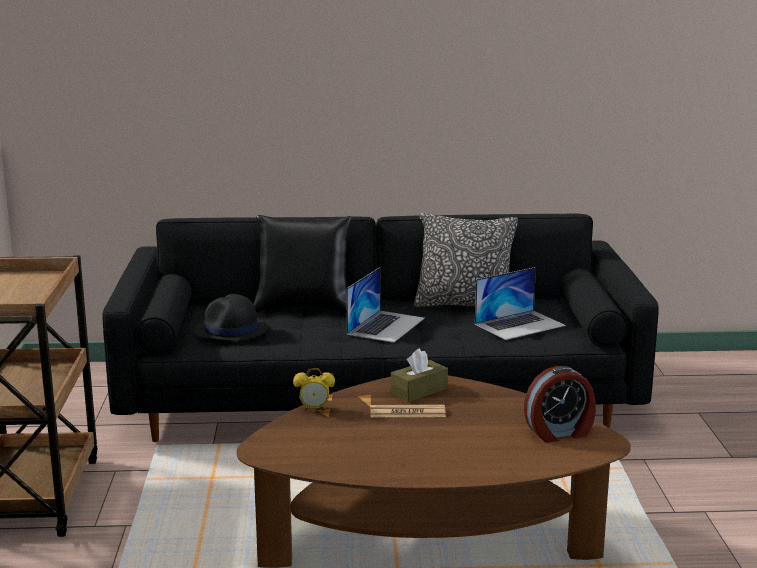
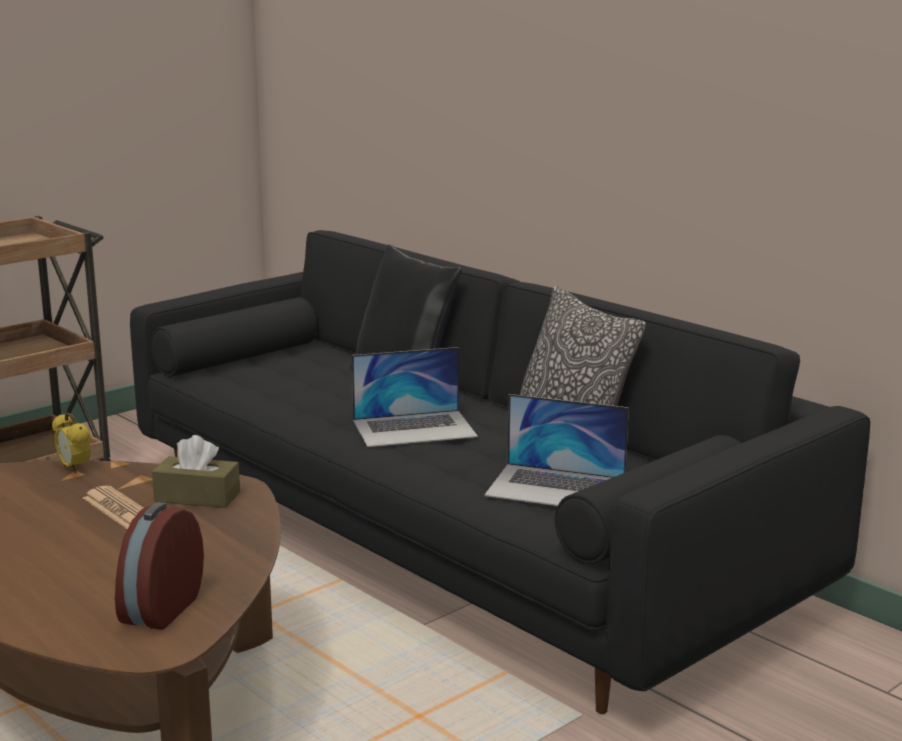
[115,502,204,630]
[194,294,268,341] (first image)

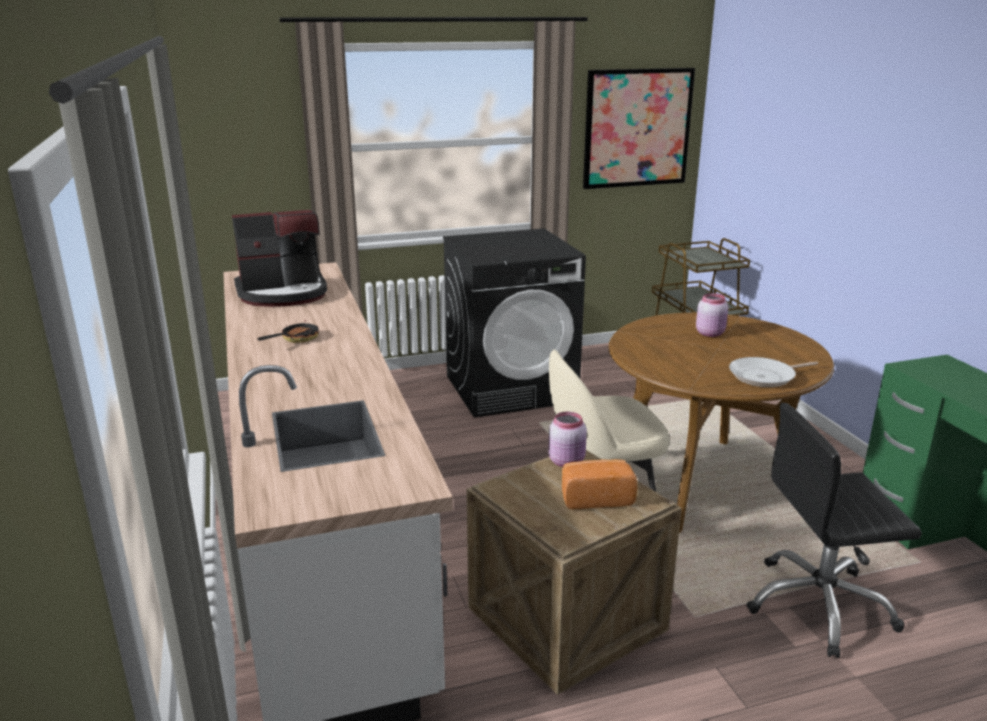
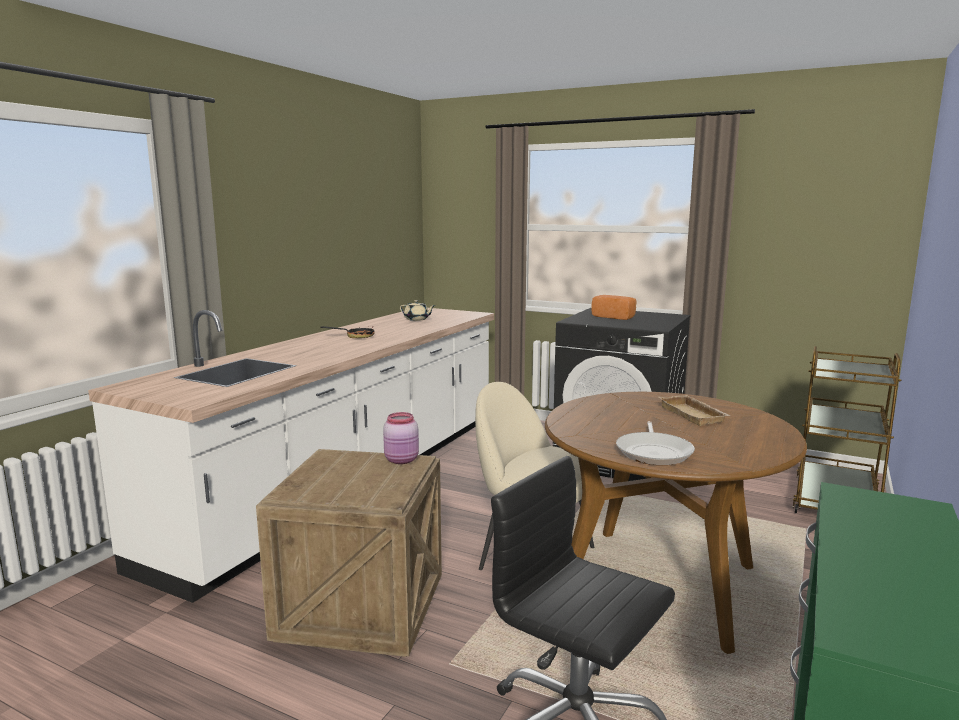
[400,300,435,321]
[591,295,636,320]
[616,421,695,465]
[659,395,731,426]
[583,68,695,189] (first image)

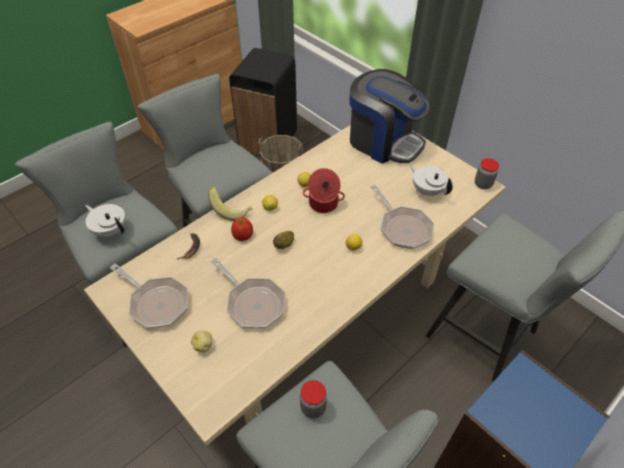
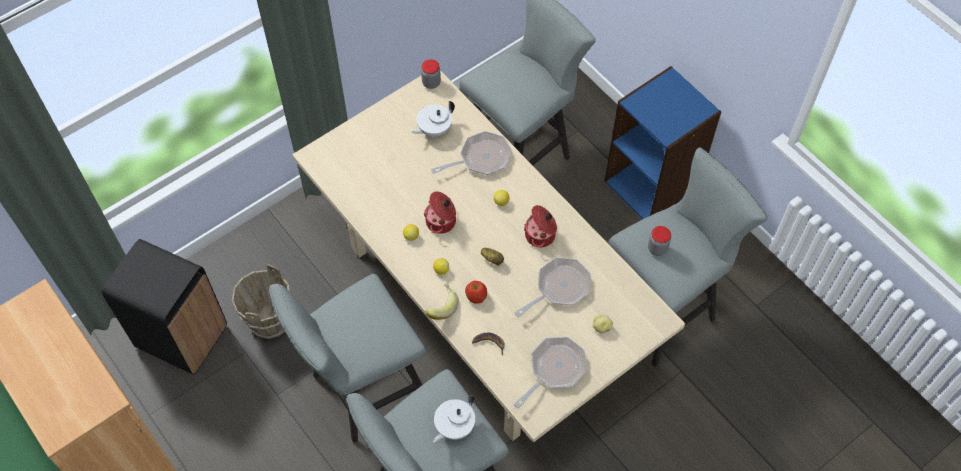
[524,205,557,247]
[350,69,430,164] (first image)

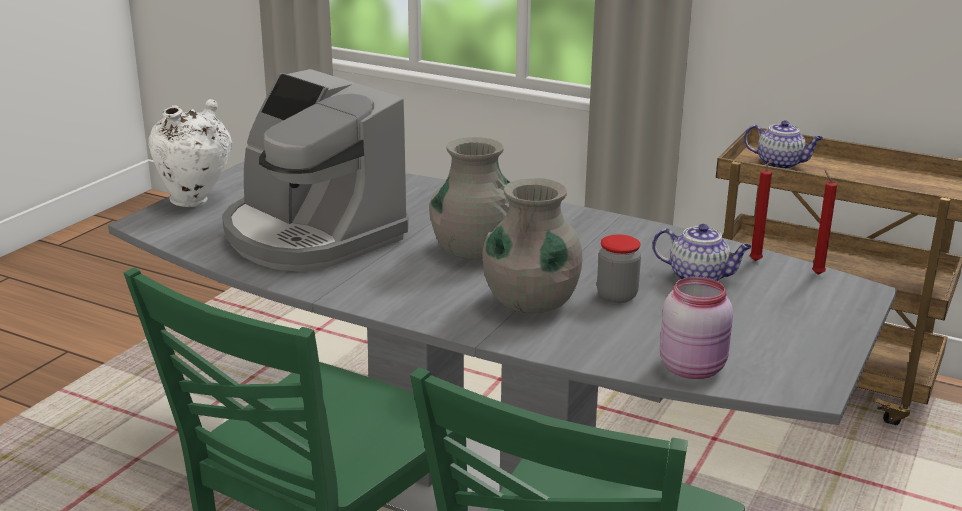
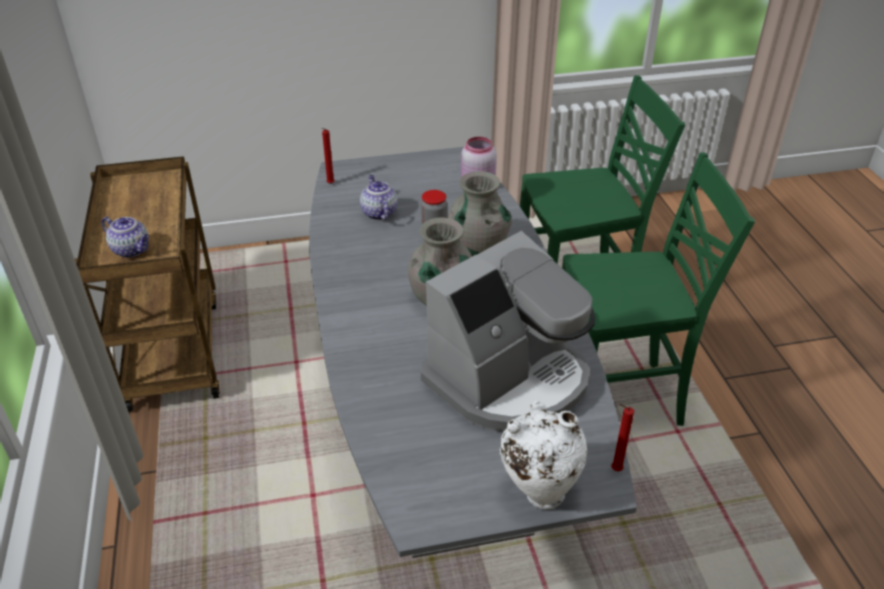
[101,217,149,258]
[421,231,595,432]
[611,404,634,471]

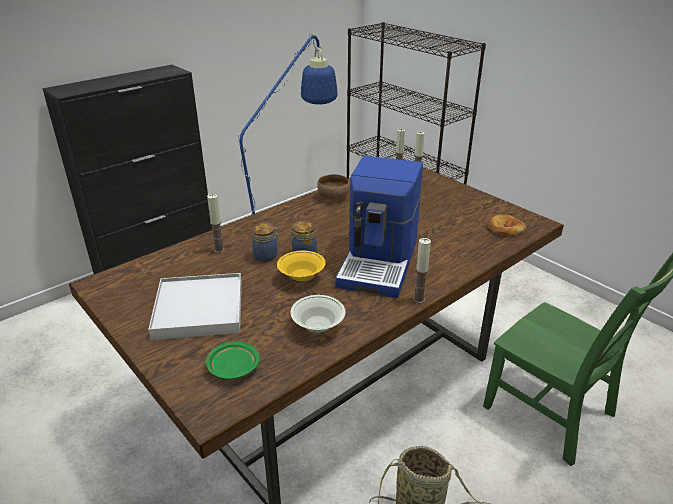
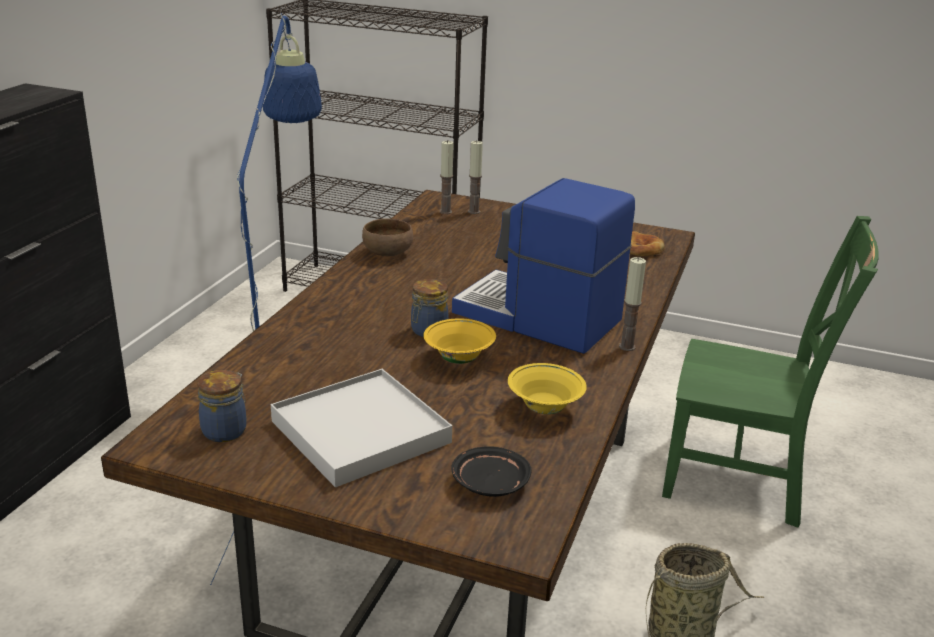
[197,370,246,442]
[451,446,532,497]
[452,178,635,354]
[508,363,587,414]
[207,194,225,253] (first image)

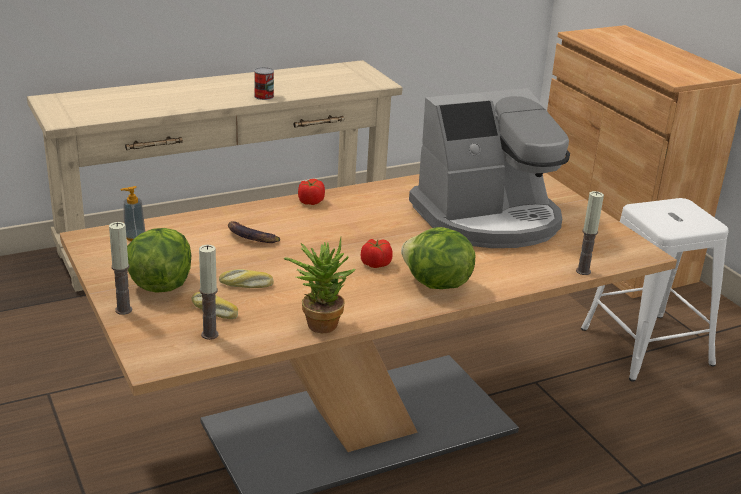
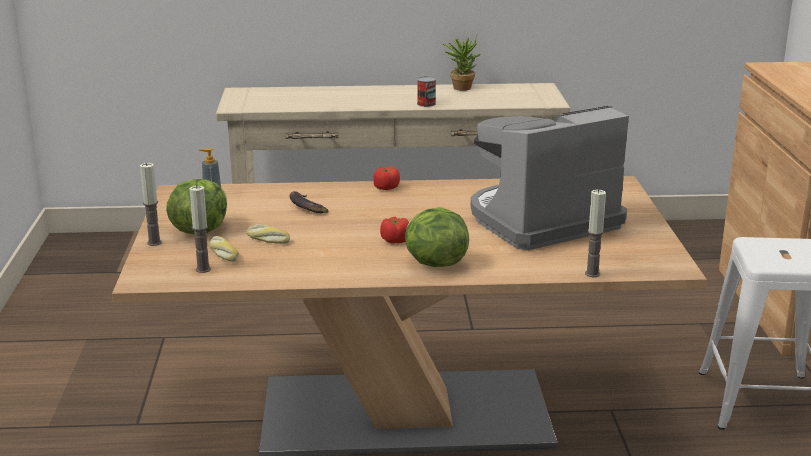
[443,36,482,91]
[471,106,629,250]

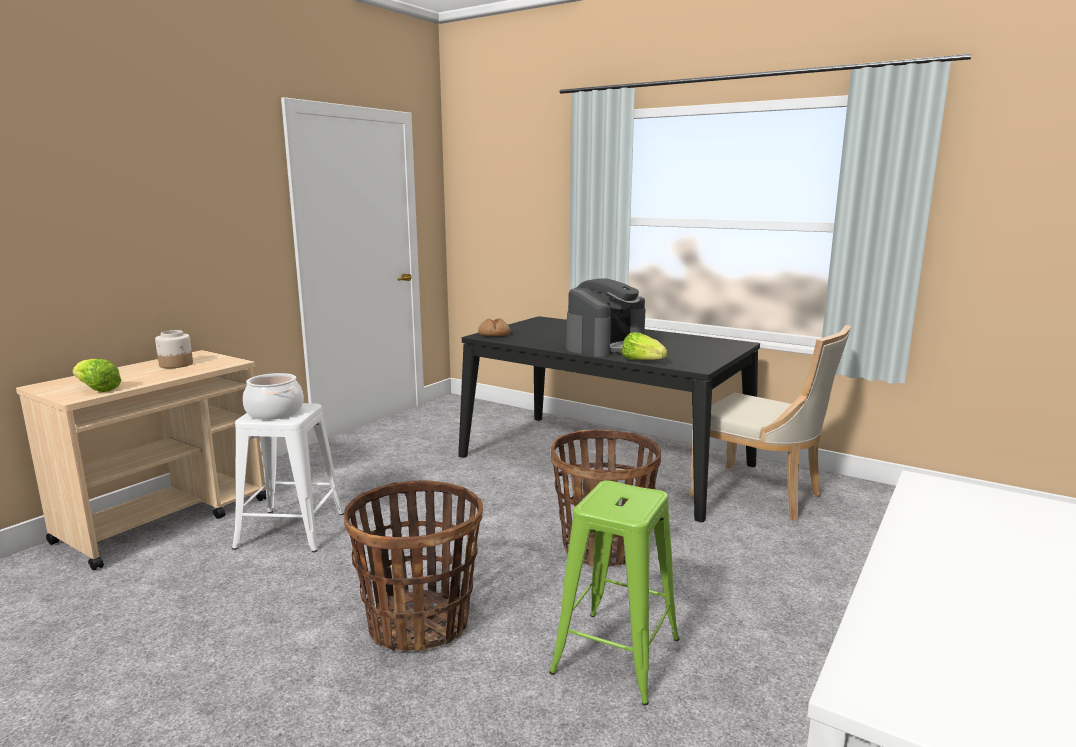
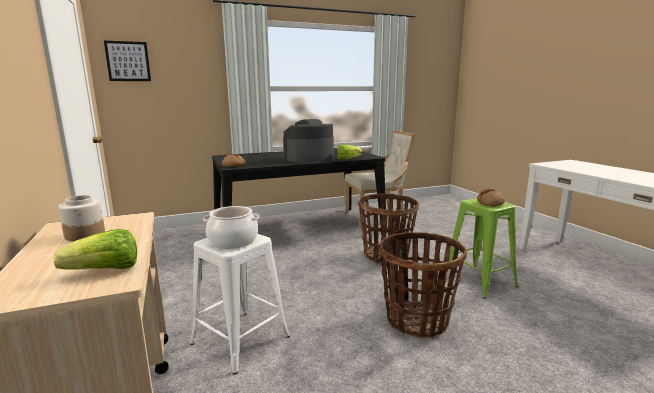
[104,41,151,81]
[283,119,334,163]
[477,189,505,207]

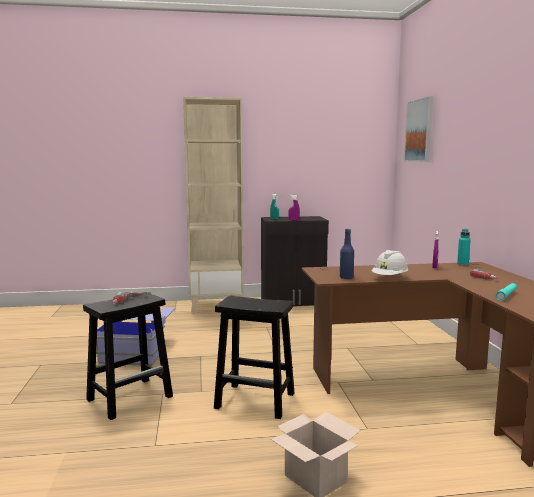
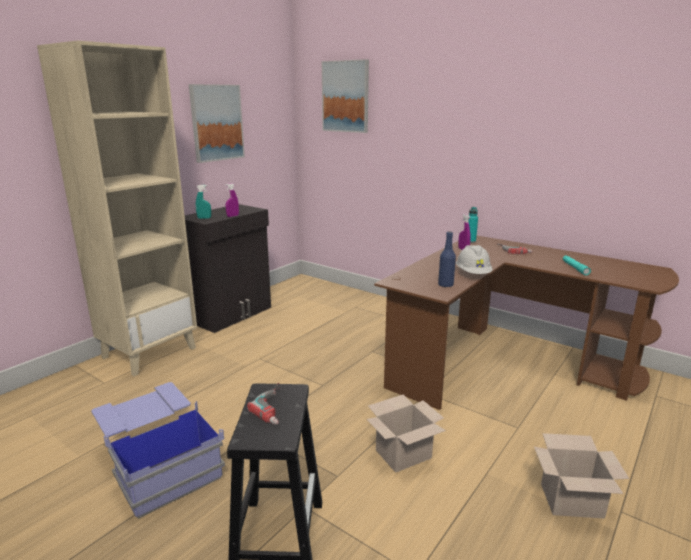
[189,84,245,163]
[367,394,446,473]

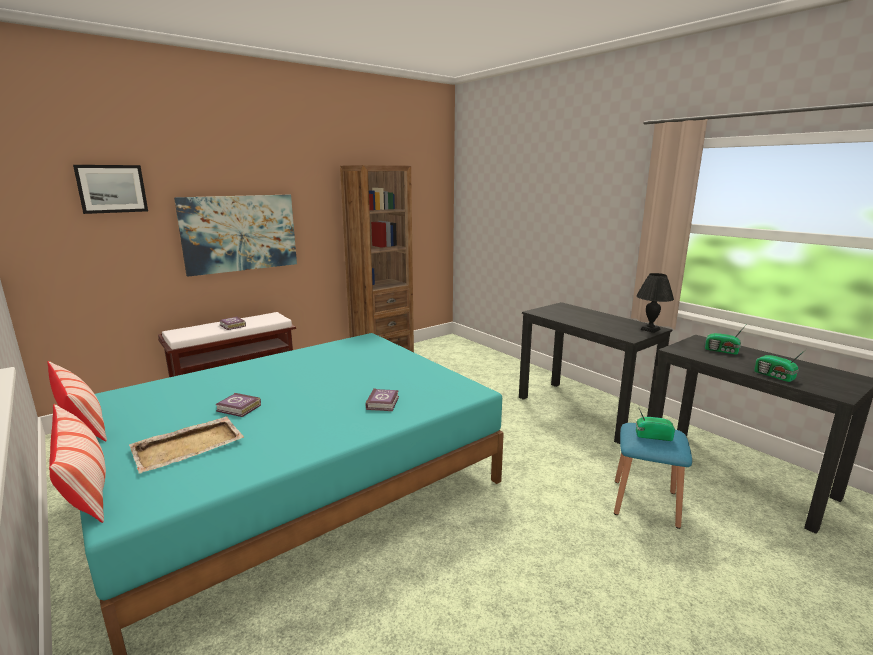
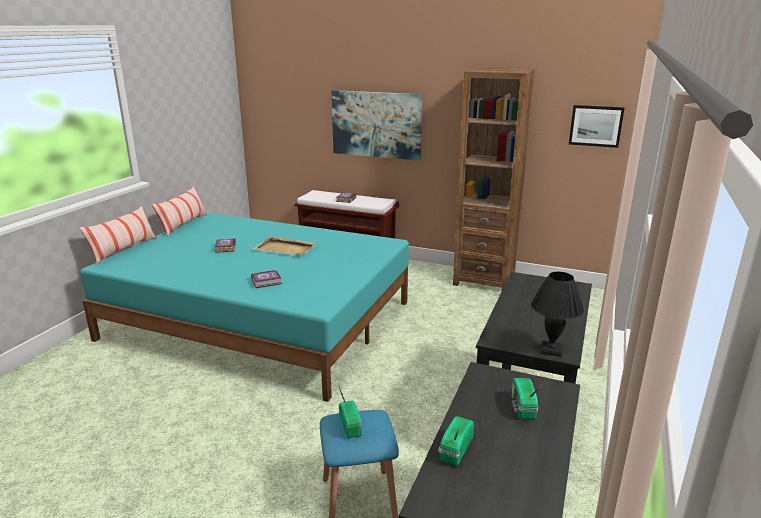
[253,237,318,255]
[569,105,625,148]

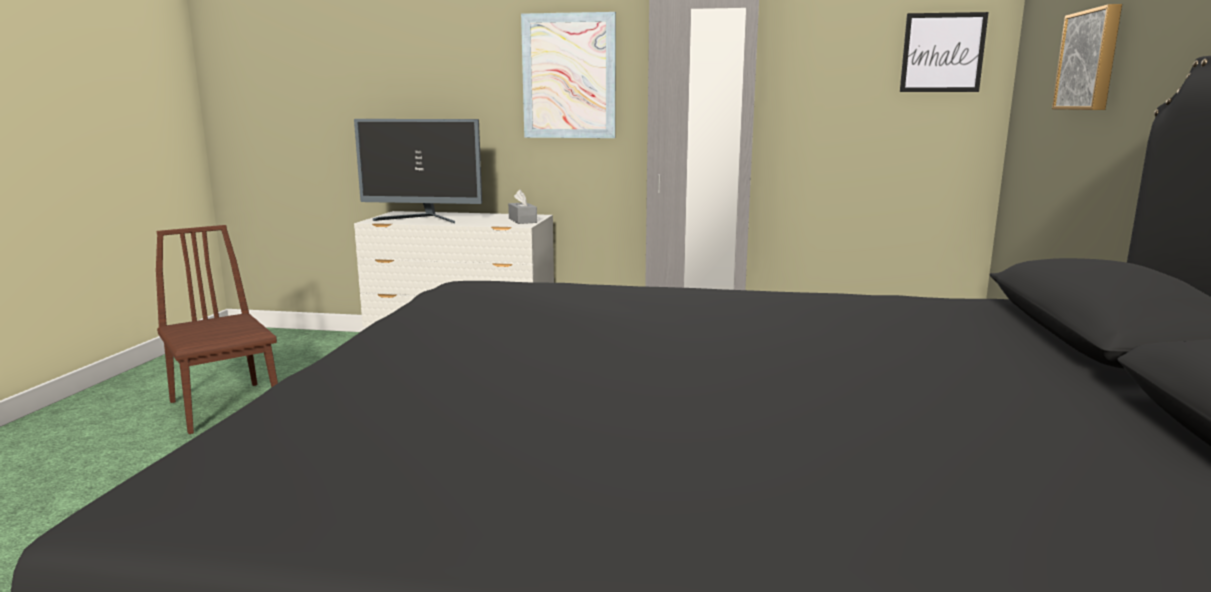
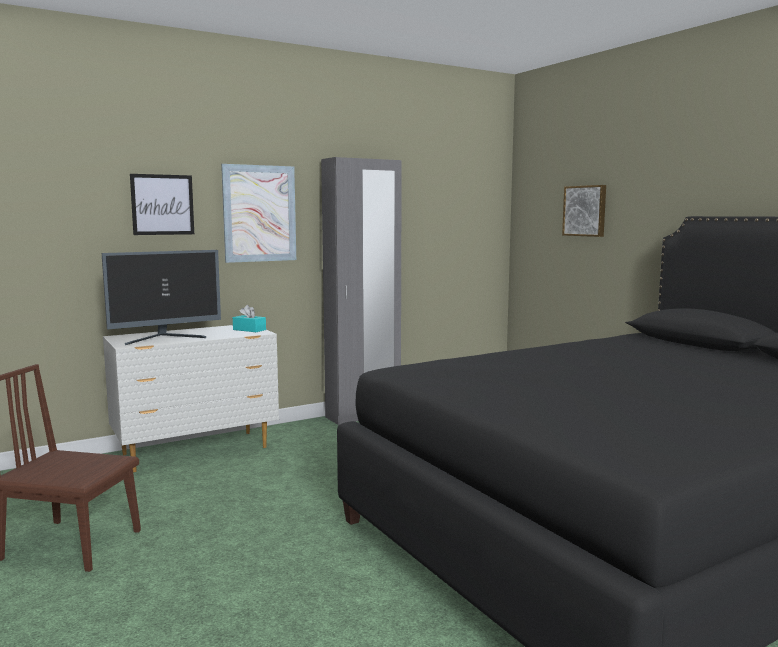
[130,174,194,235]
[233,305,266,332]

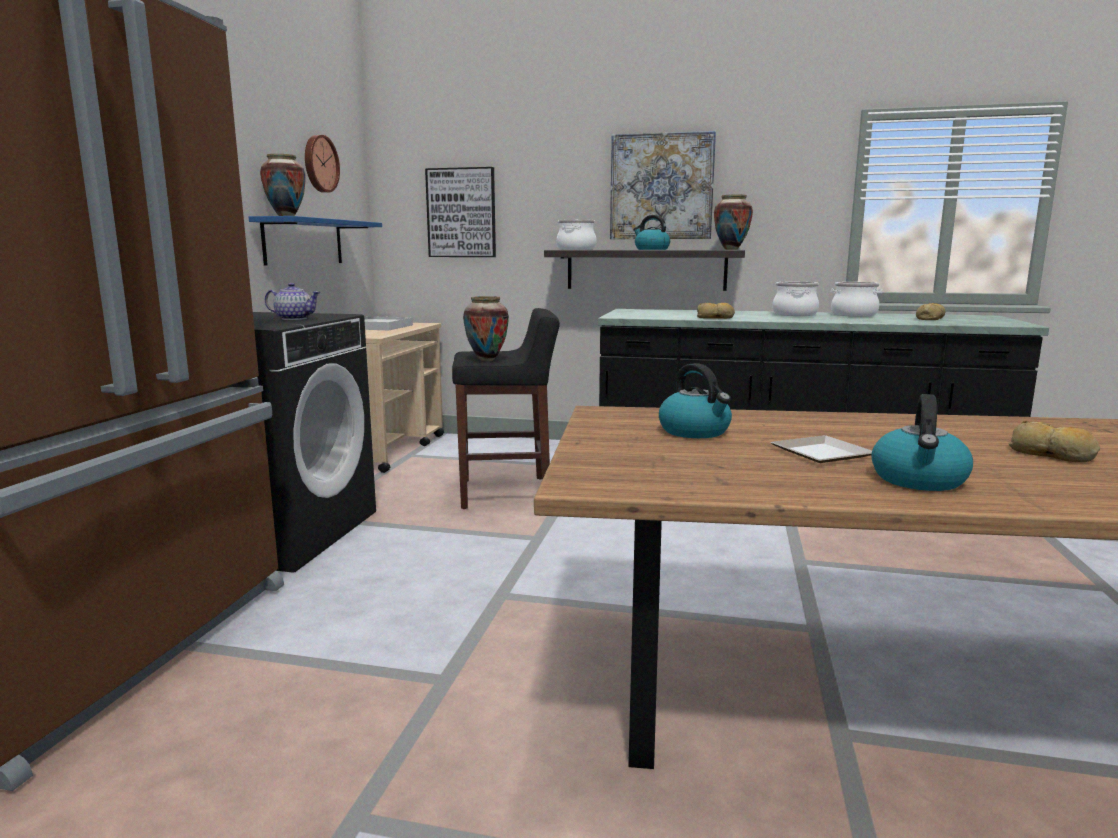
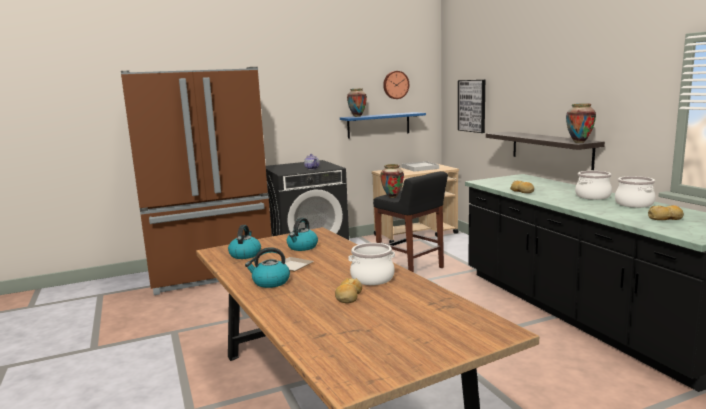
[228,225,261,259]
[348,243,395,285]
[610,131,716,239] (first image)

